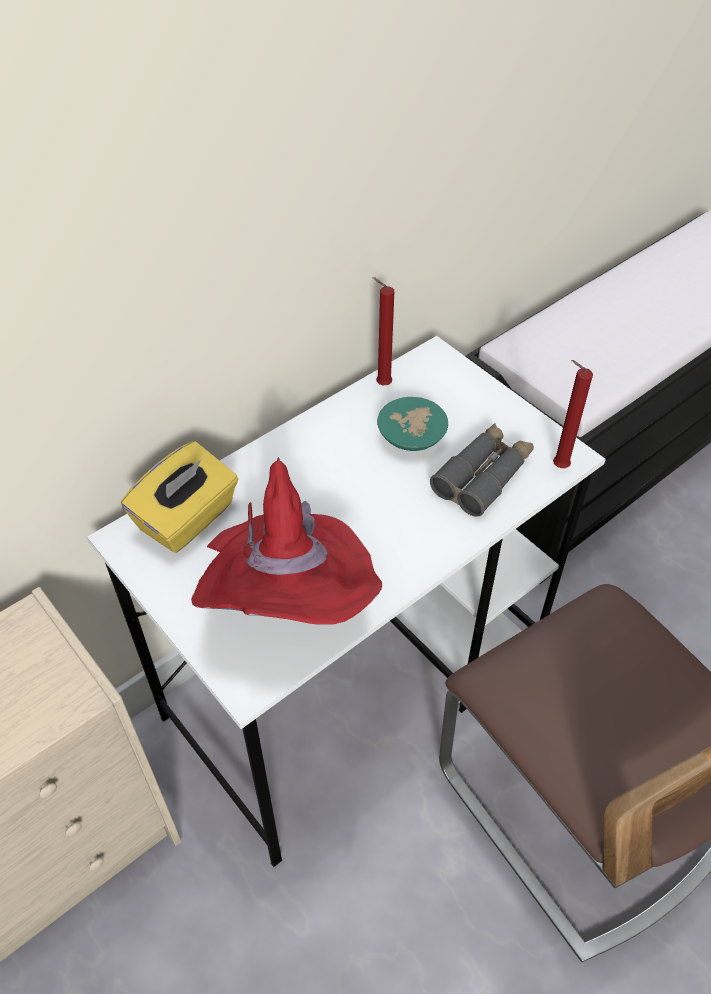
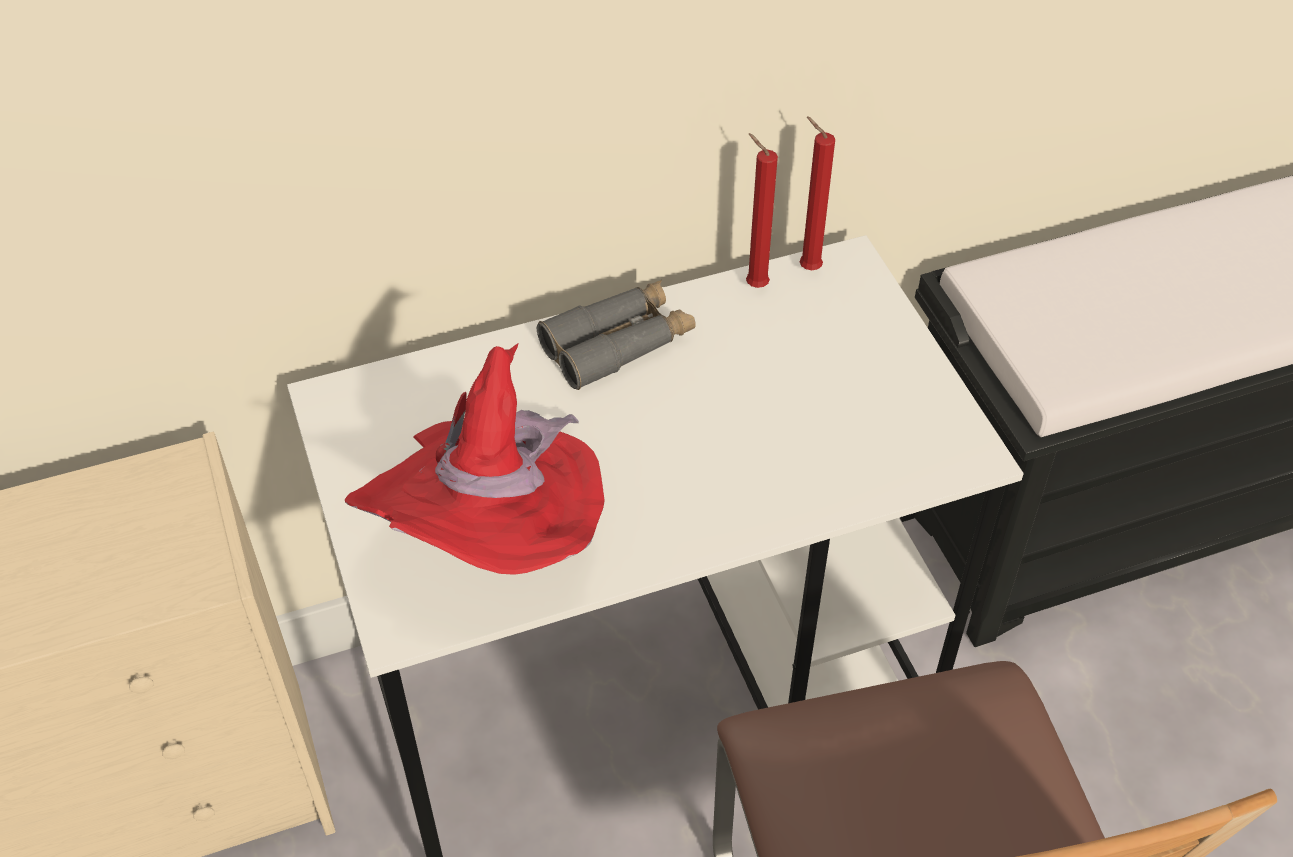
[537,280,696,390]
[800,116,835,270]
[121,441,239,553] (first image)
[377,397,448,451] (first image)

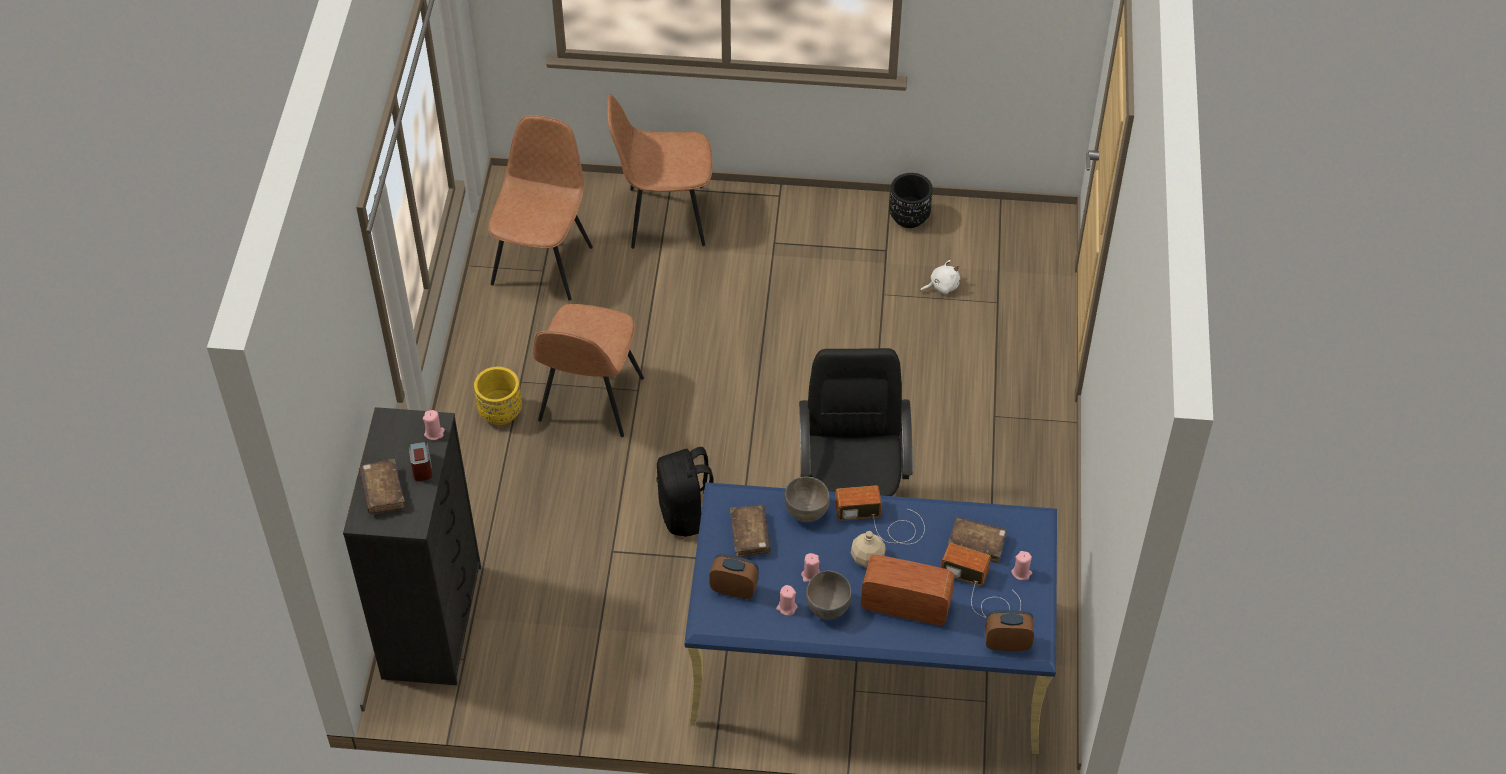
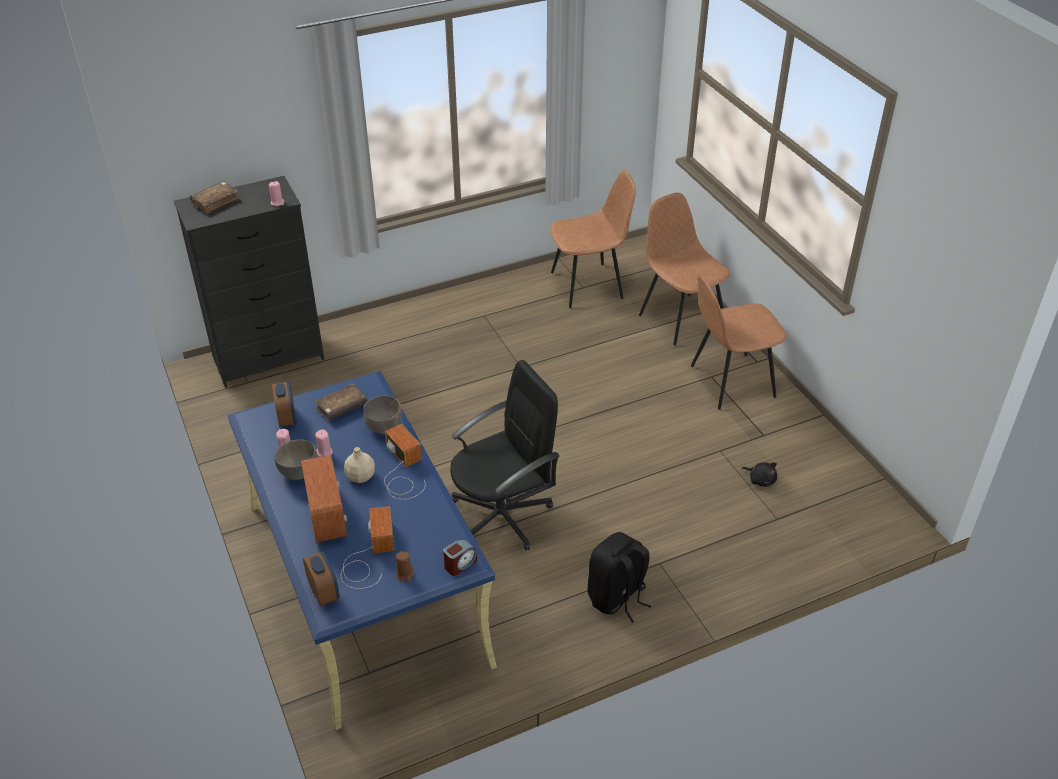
[396,551,414,582]
[443,539,477,576]
[588,532,652,623]
[691,274,786,410]
[742,462,777,487]
[474,367,522,425] (first image)
[889,173,933,228] (first image)
[948,517,1007,563] (first image)

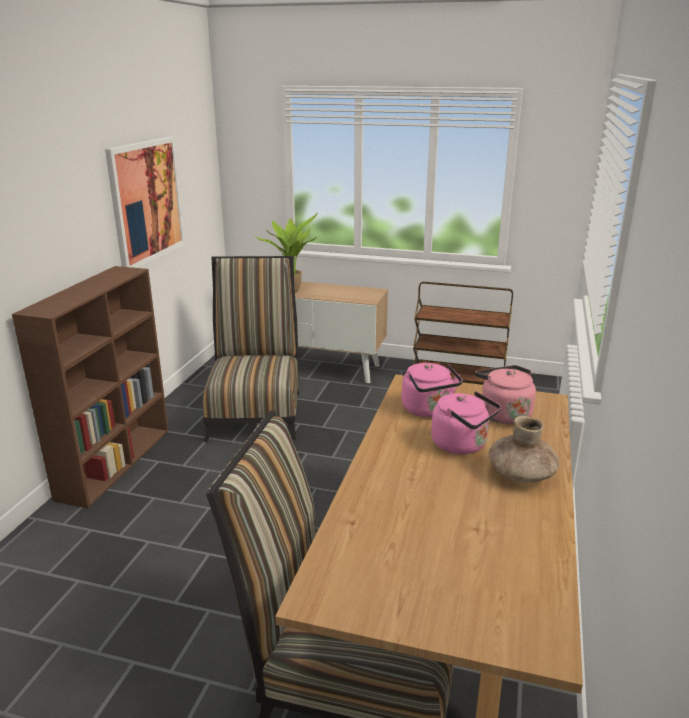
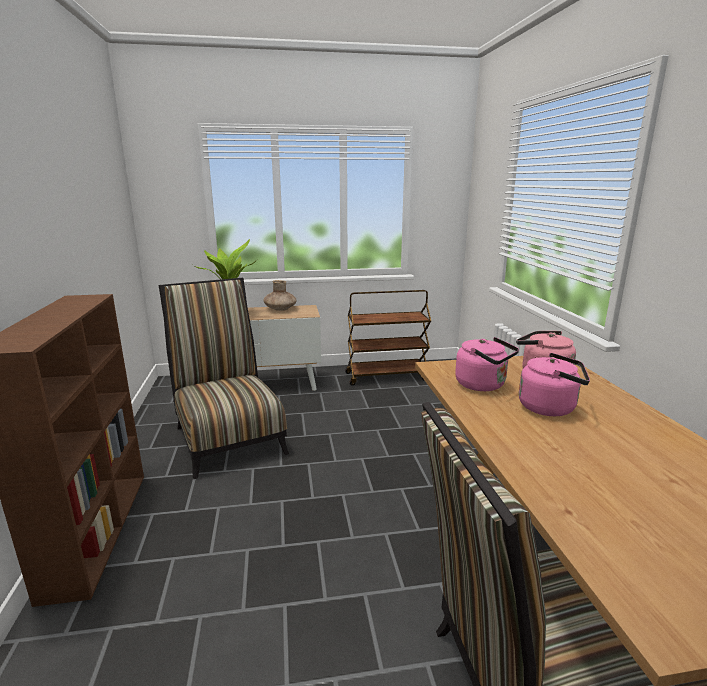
[263,280,297,311]
[105,137,185,268] (first image)

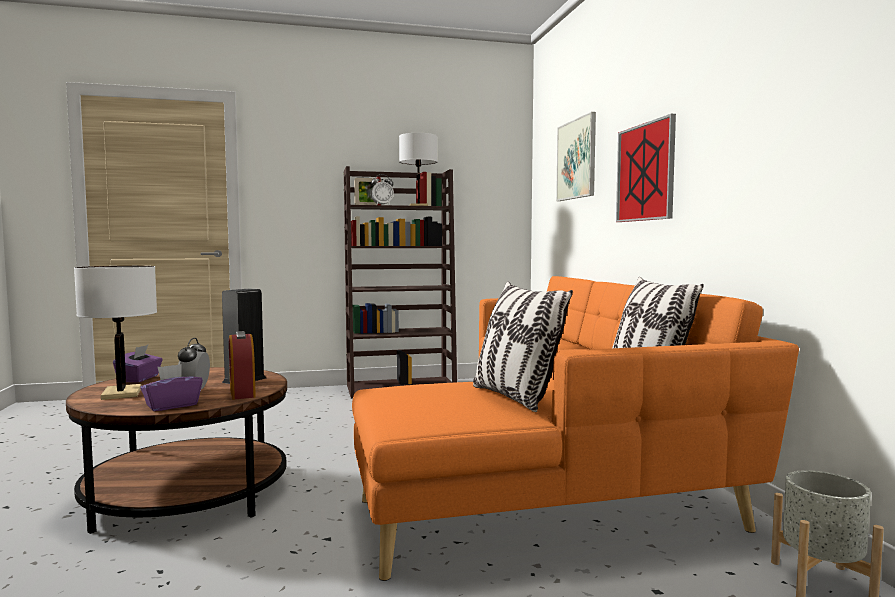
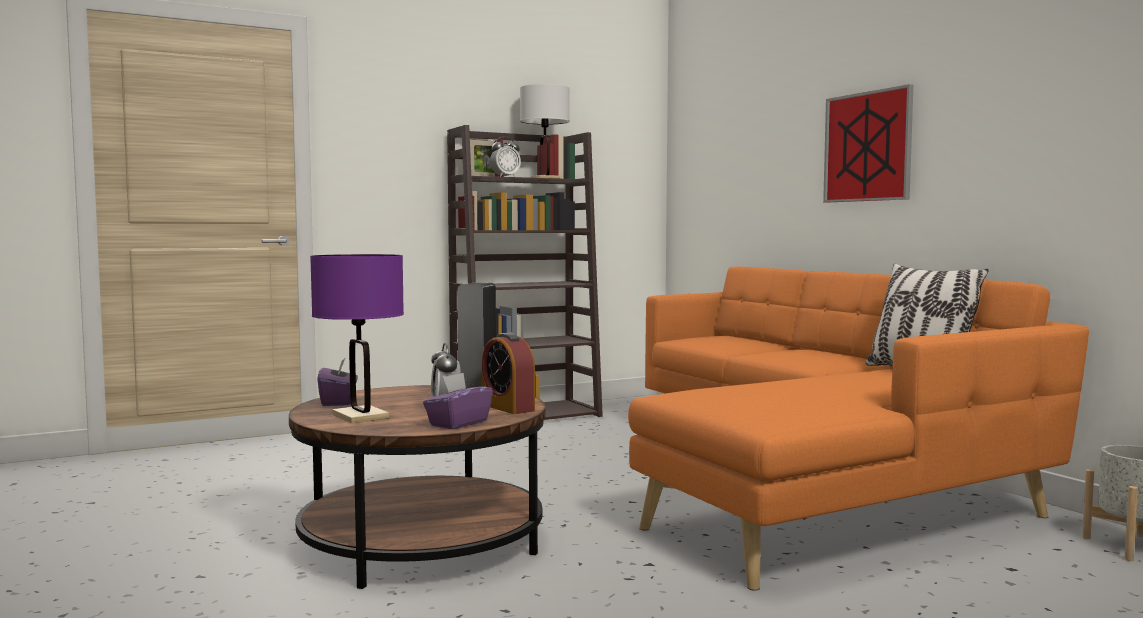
[310,254,404,424]
[473,281,573,412] (first image)
[556,112,596,201] (first image)

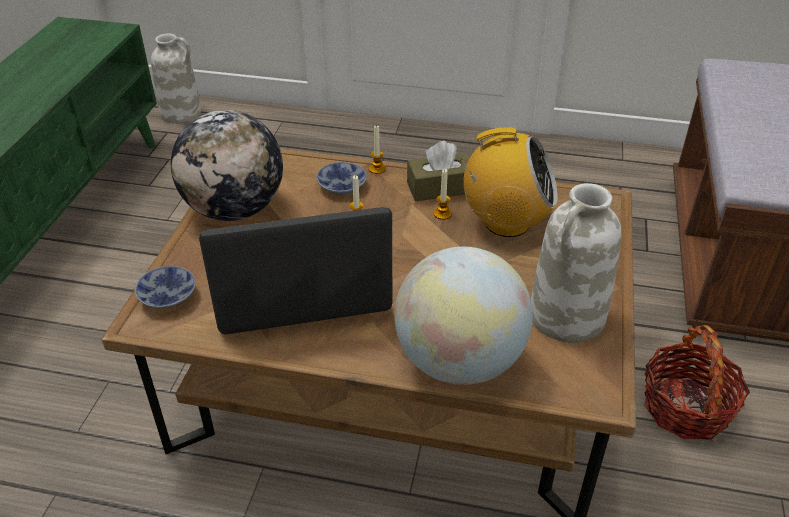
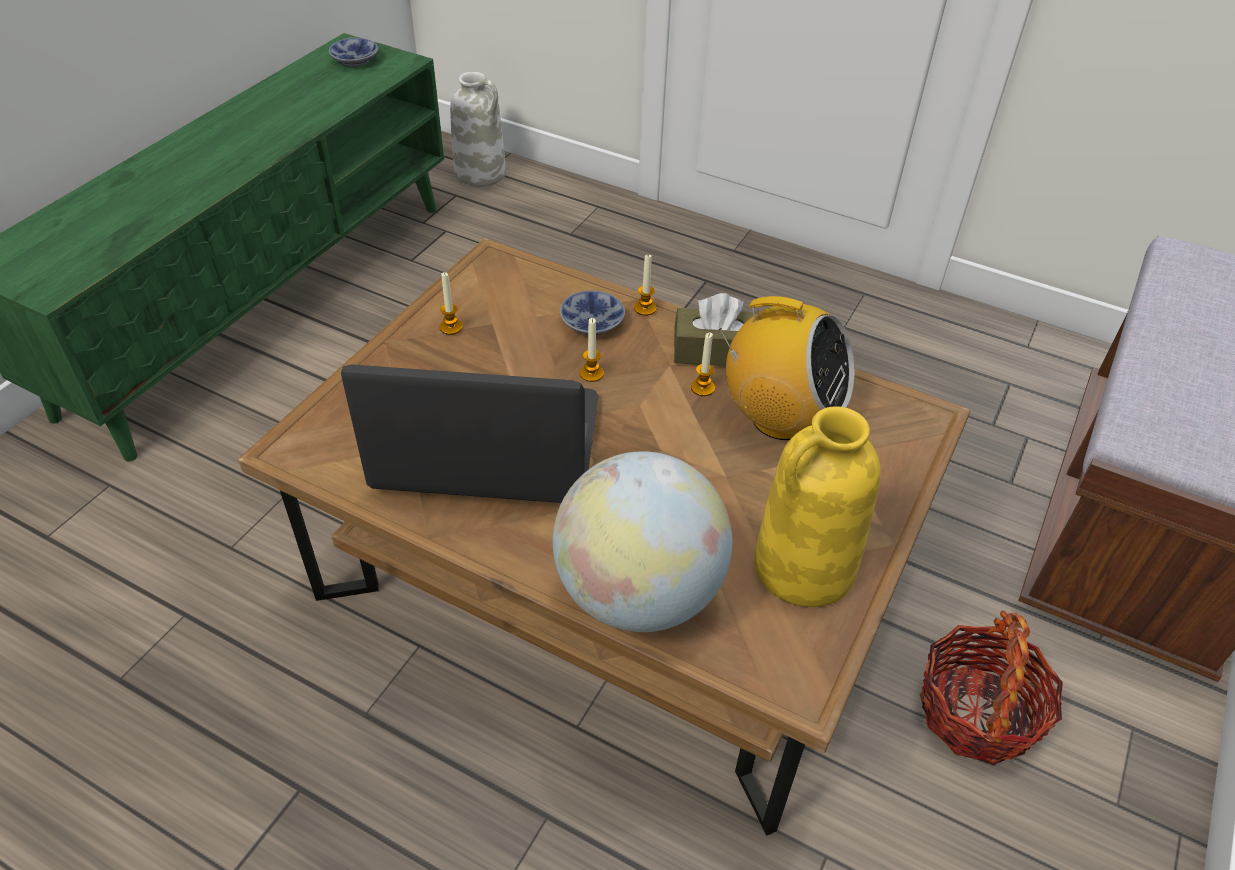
[329,38,378,67]
[439,272,463,335]
[754,406,881,607]

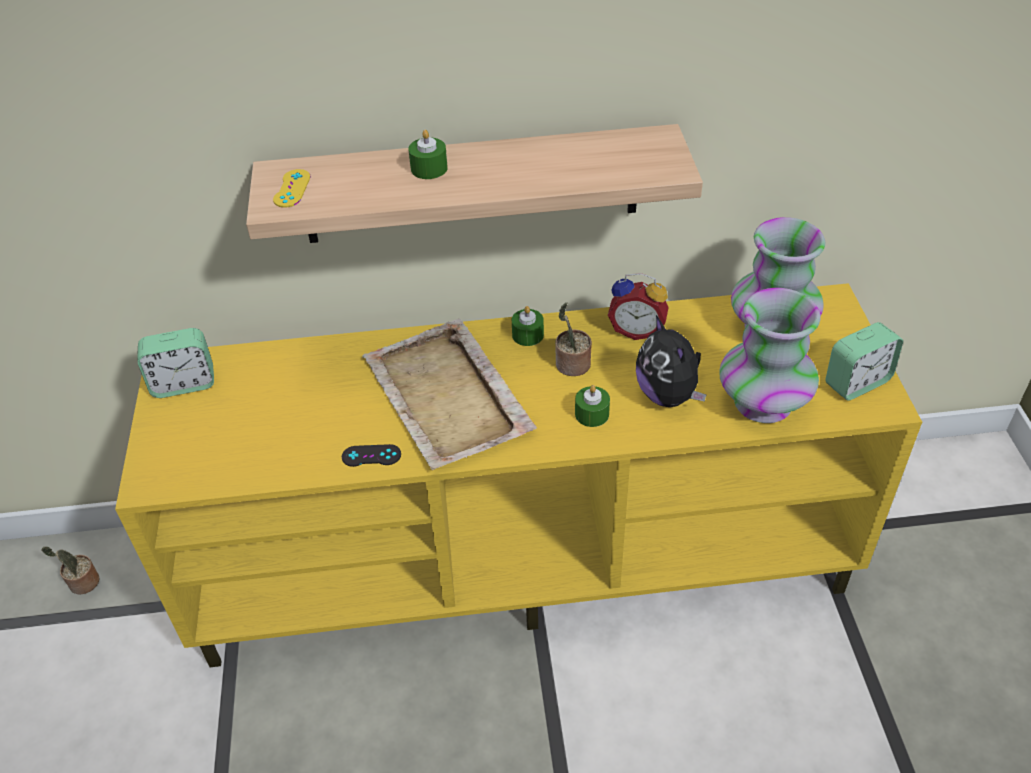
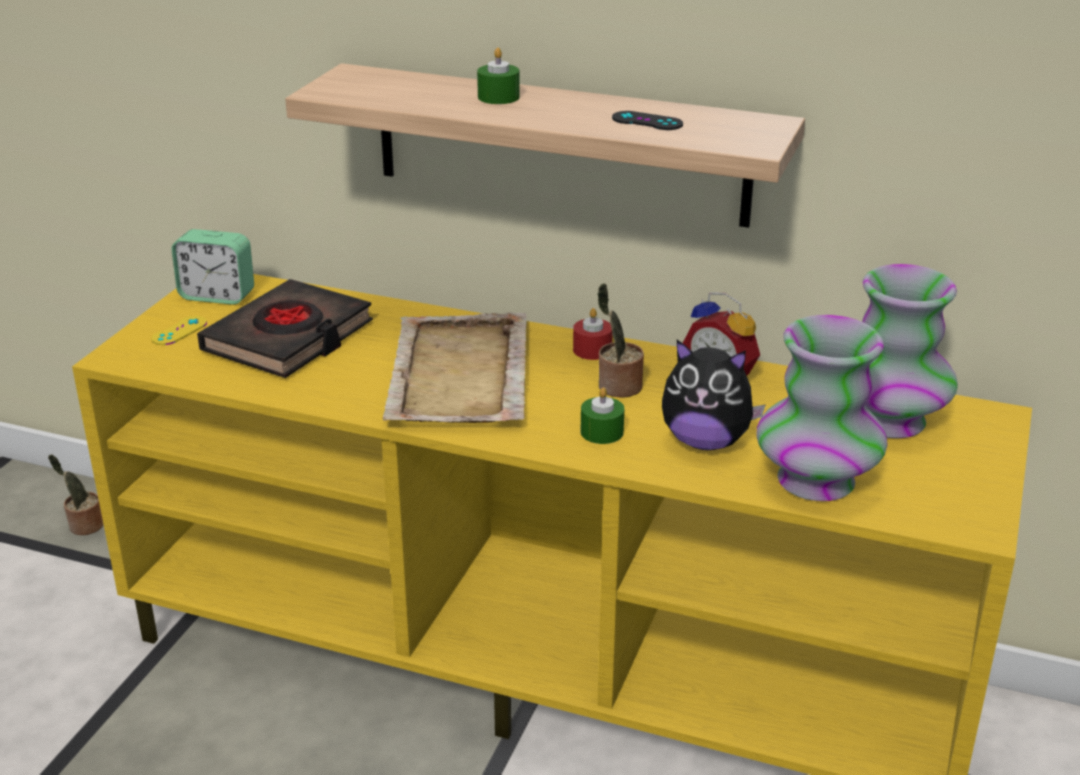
[151,316,207,345]
[197,279,373,378]
[573,308,612,360]
[612,111,683,130]
[662,340,766,450]
[825,322,903,401] (first image)

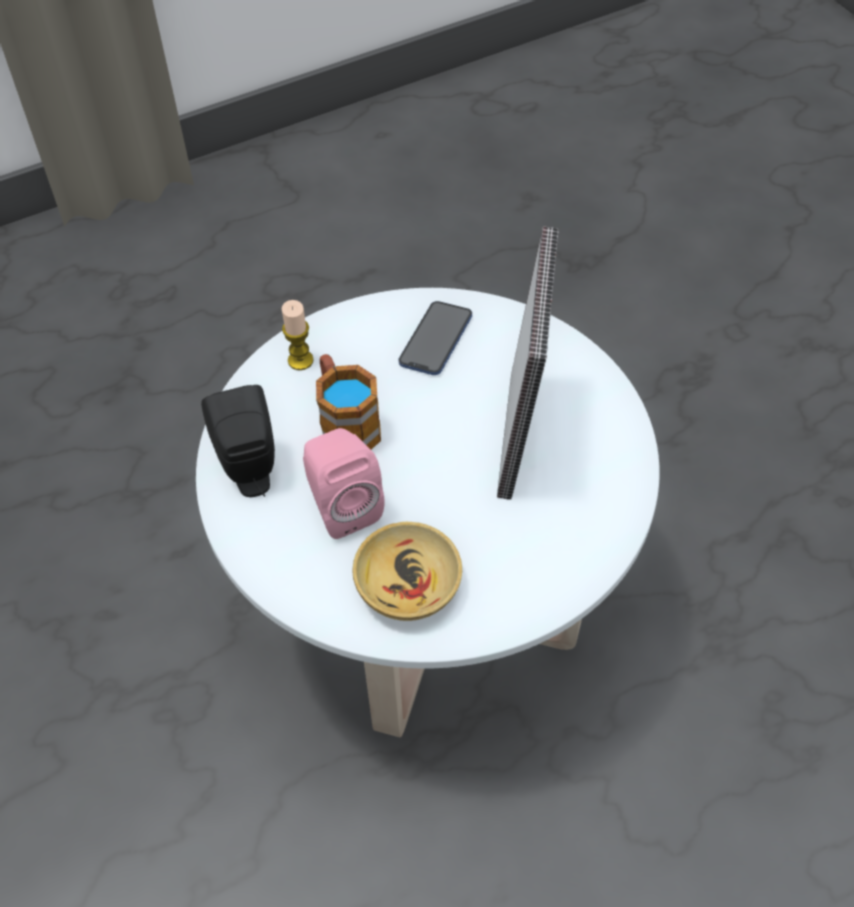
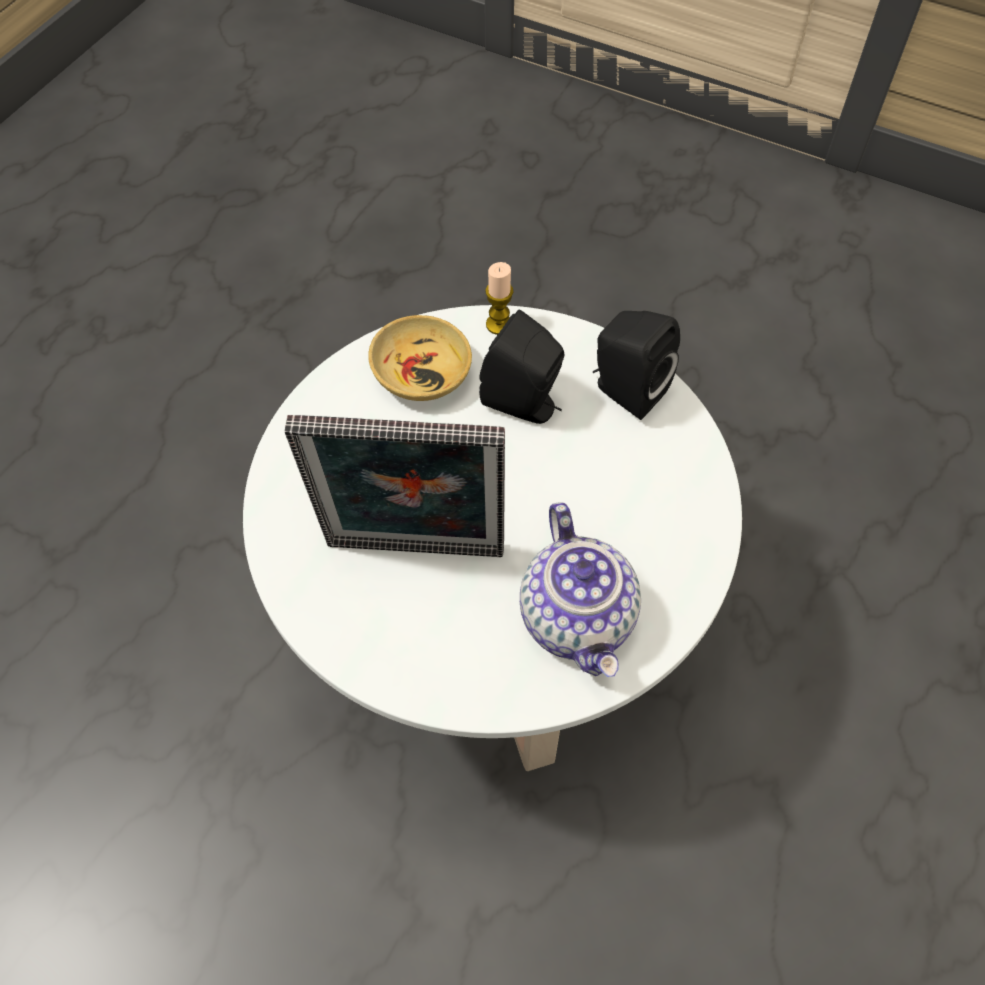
[285,415,505,557]
[479,310,564,424]
[485,262,513,335]
[520,502,641,677]
[316,354,381,449] (first image)

